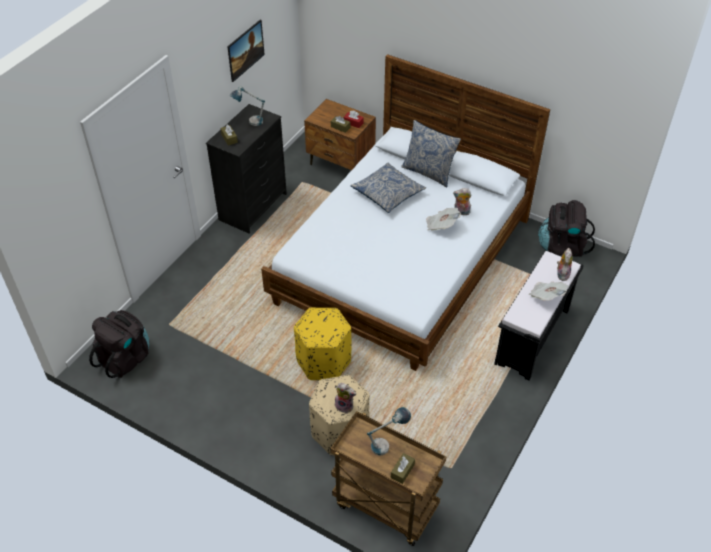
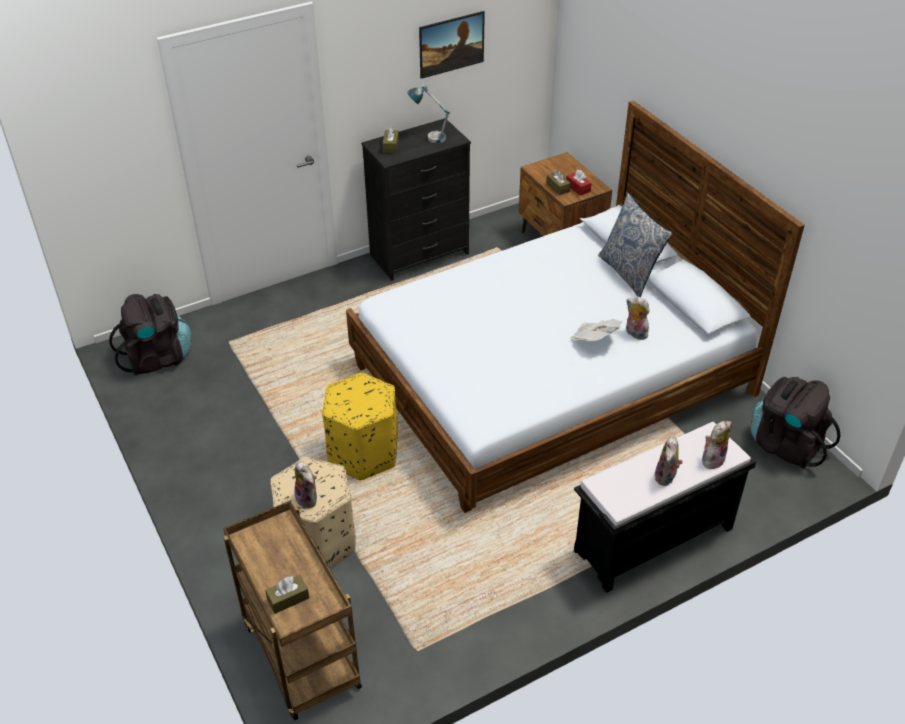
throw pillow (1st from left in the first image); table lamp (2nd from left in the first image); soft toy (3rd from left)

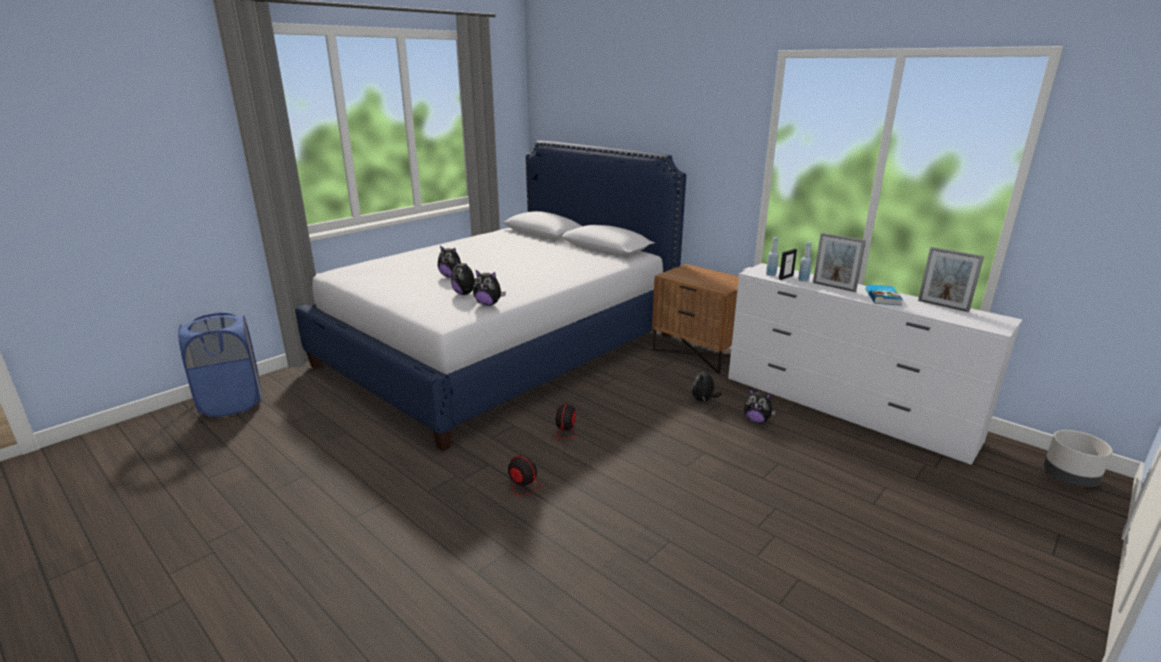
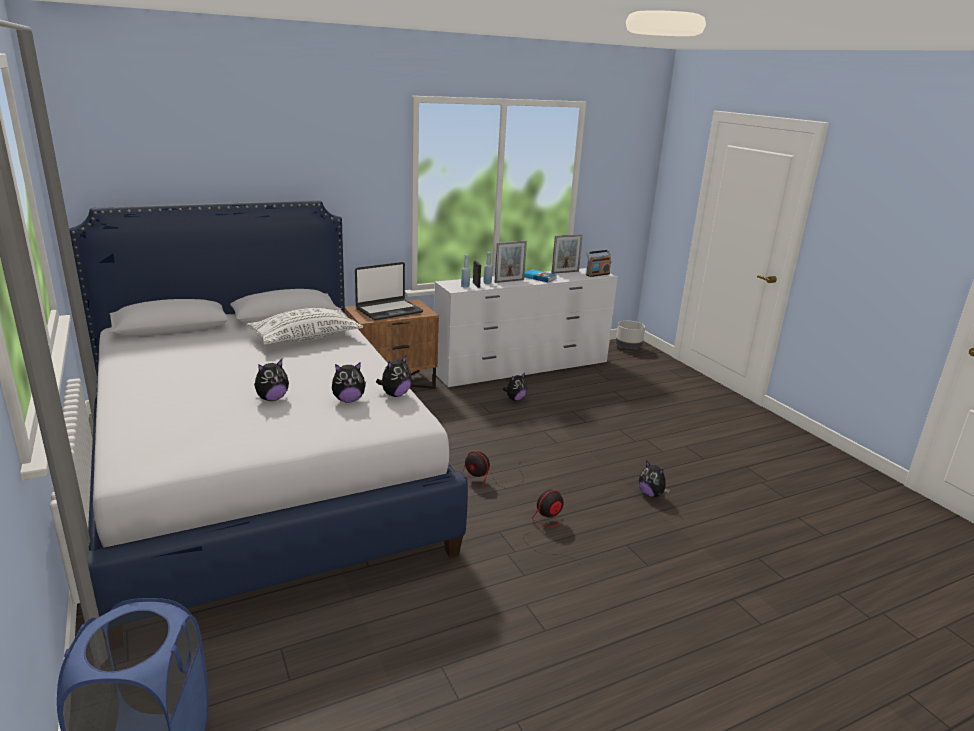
soft toy (5th from left); throw pillow/whitish; laptop; radio set

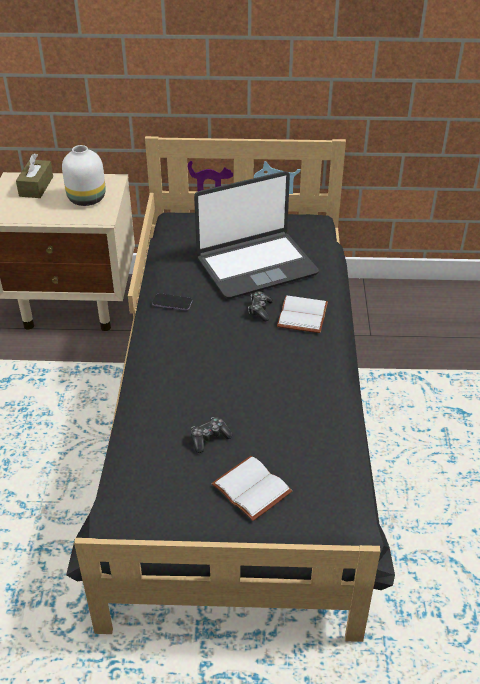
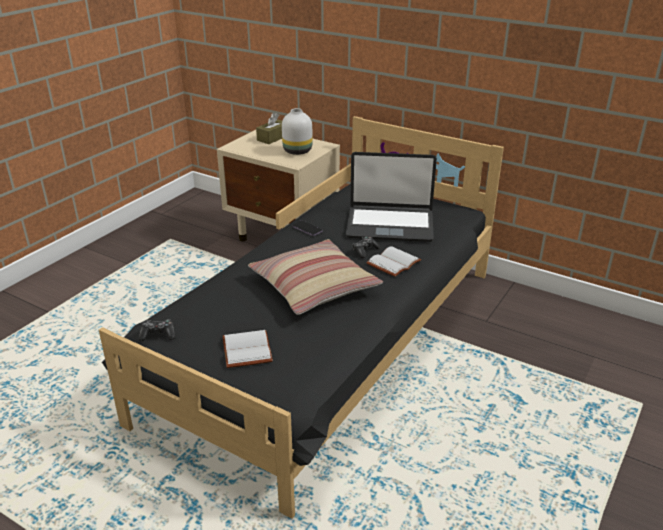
joypad (1st from left); throw pillow

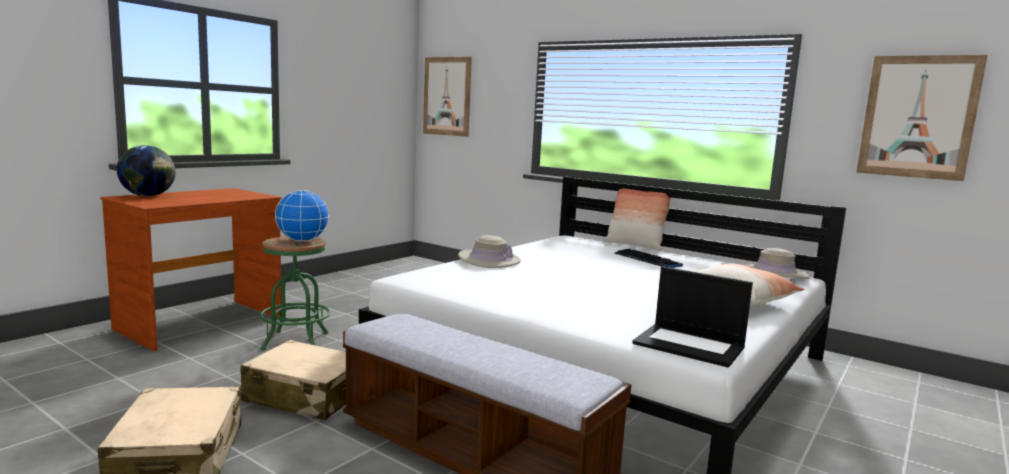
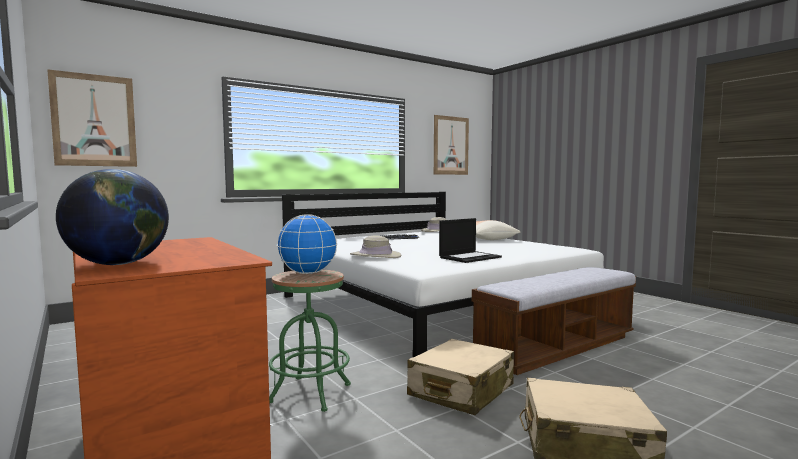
throw pillow (1st from left in the first image); laptop

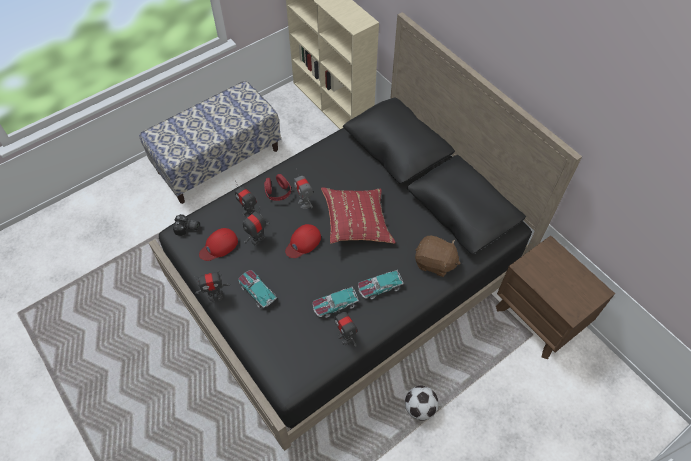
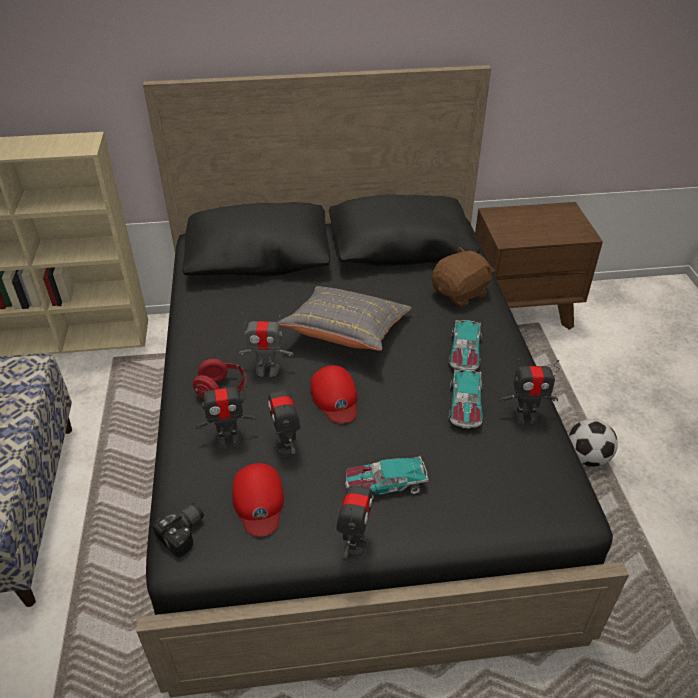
throw pillow/gray

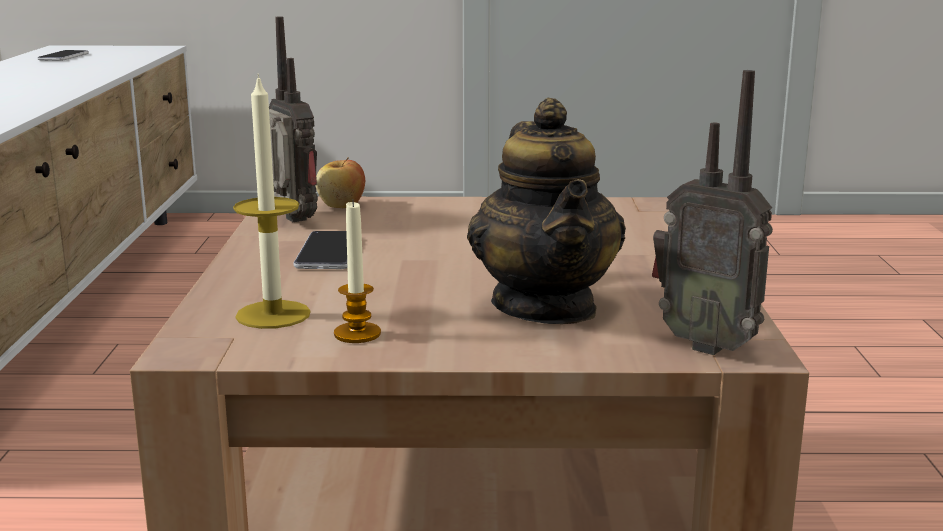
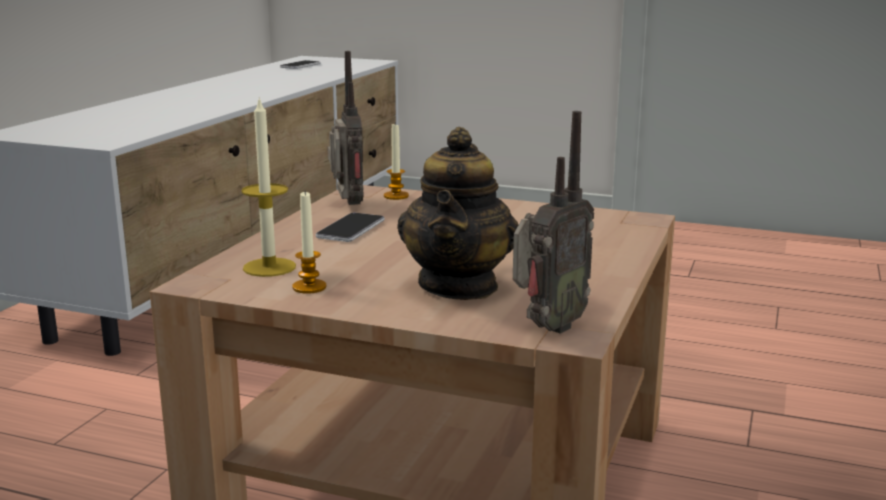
wax light (3rd from left); radio set (2nd from left)

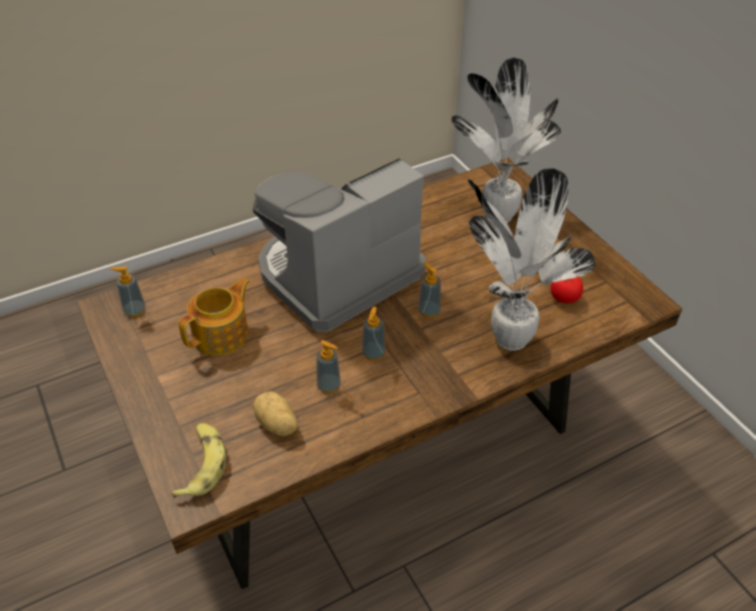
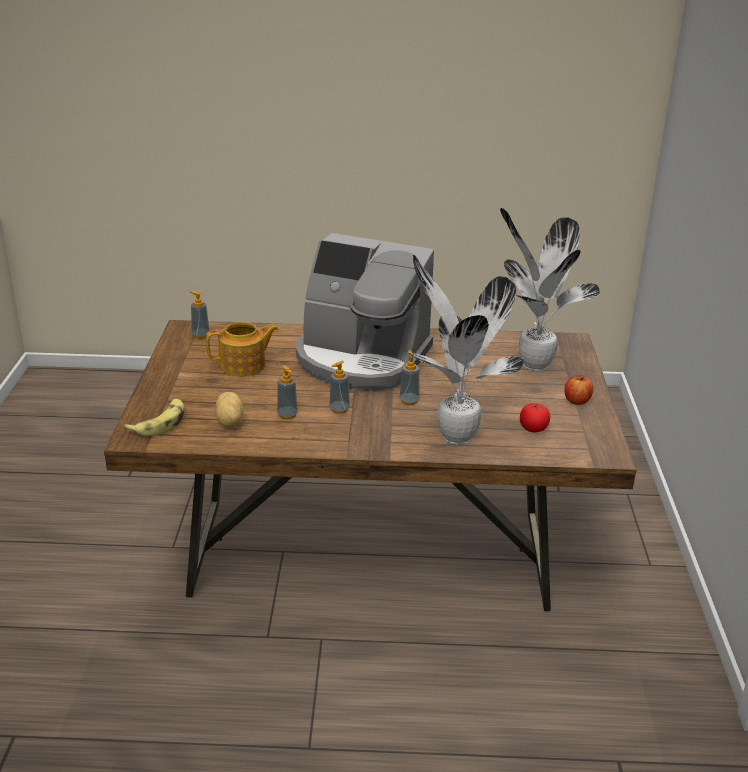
coffee maker; apple

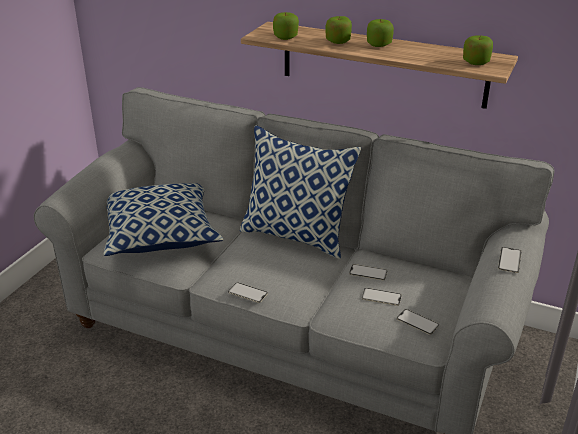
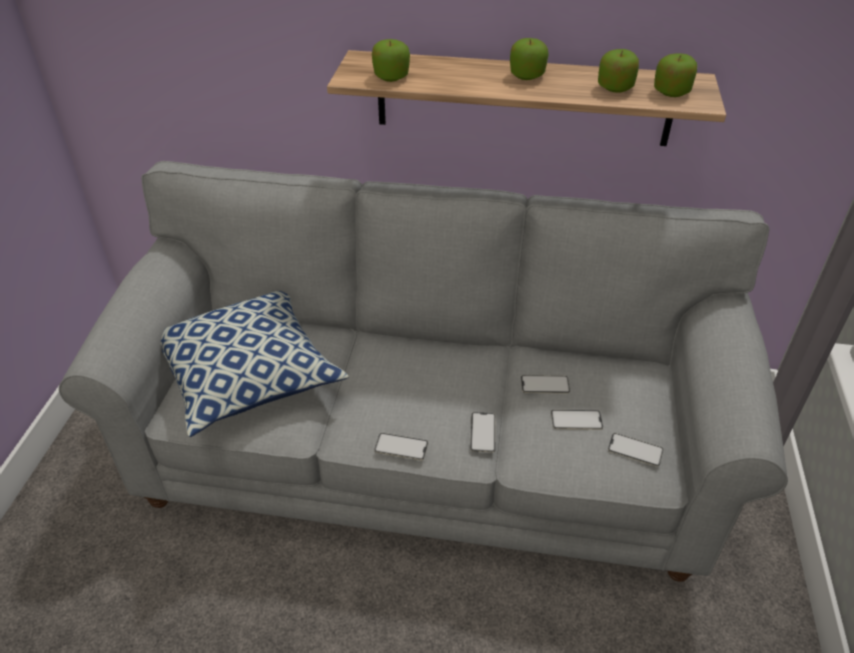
throw pillow (2nd from left in the first image); apple (3rd from left); phone (2nd from left)

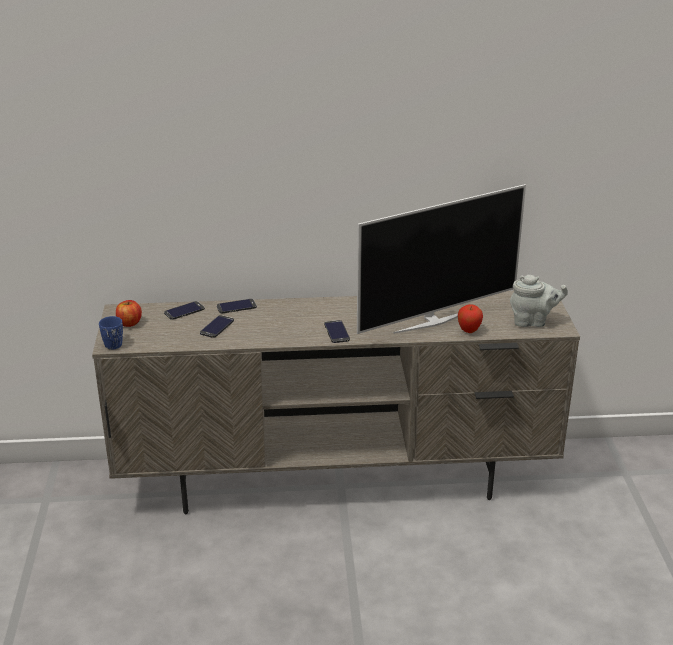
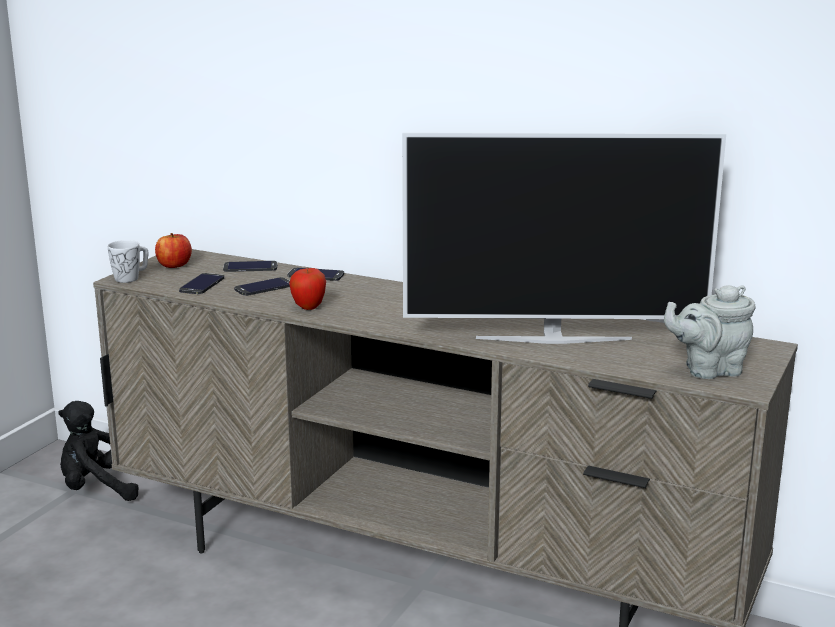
tea mug/whitish; phone (1st from left); apple (2nd from left); pot for tea/gray; soft toy/black

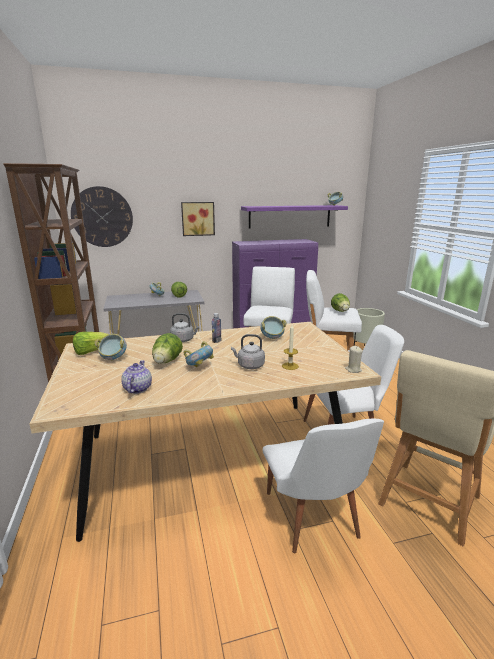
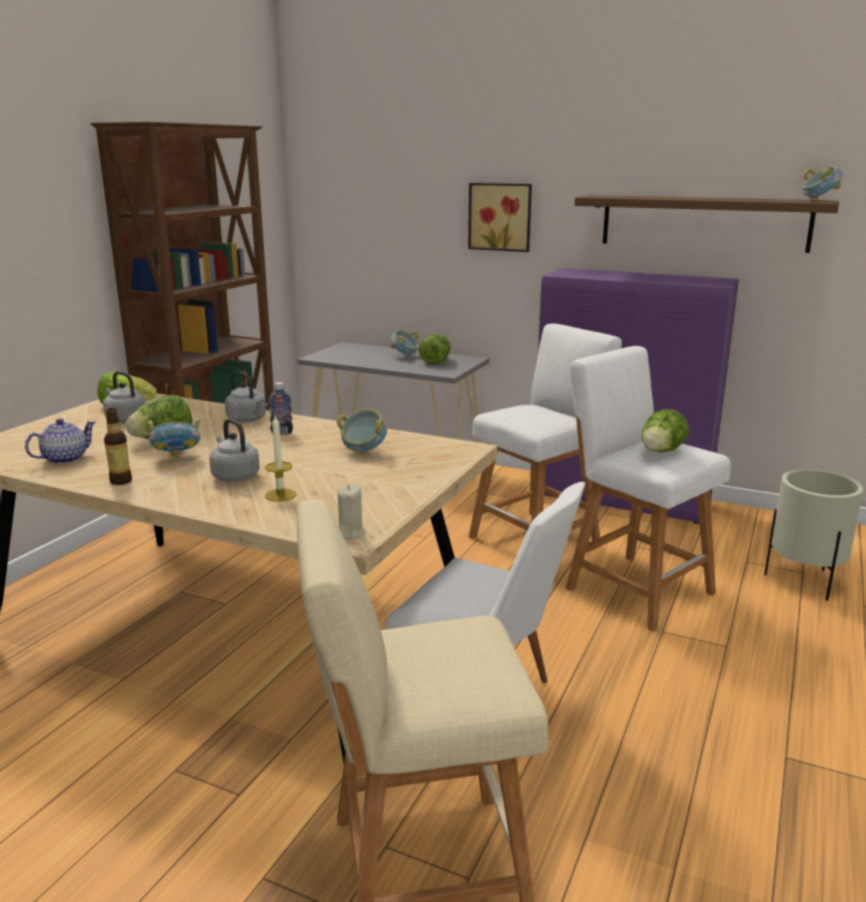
wall clock; tea kettle/gray (1st from left); shelf/brown; chair/whitish (1st from left in the first image); bottle (1st from left)

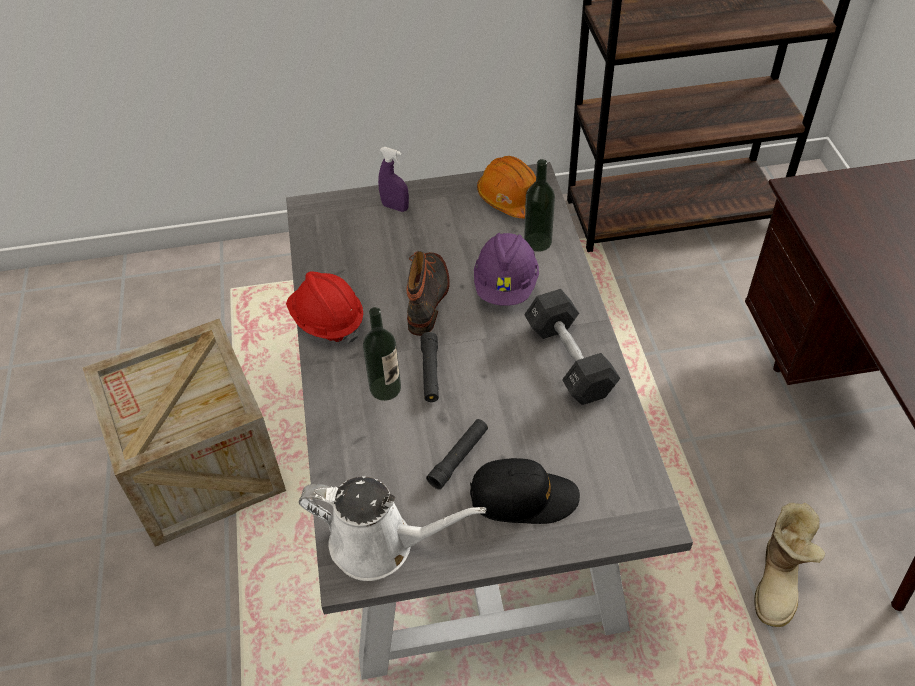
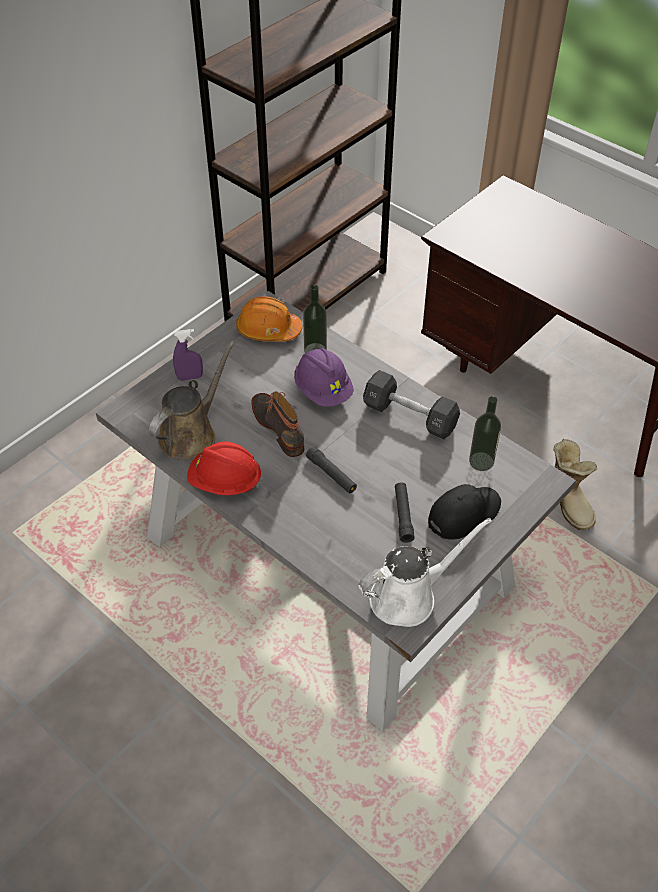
shipping crate; bottle (2nd from left); watering can/brown

